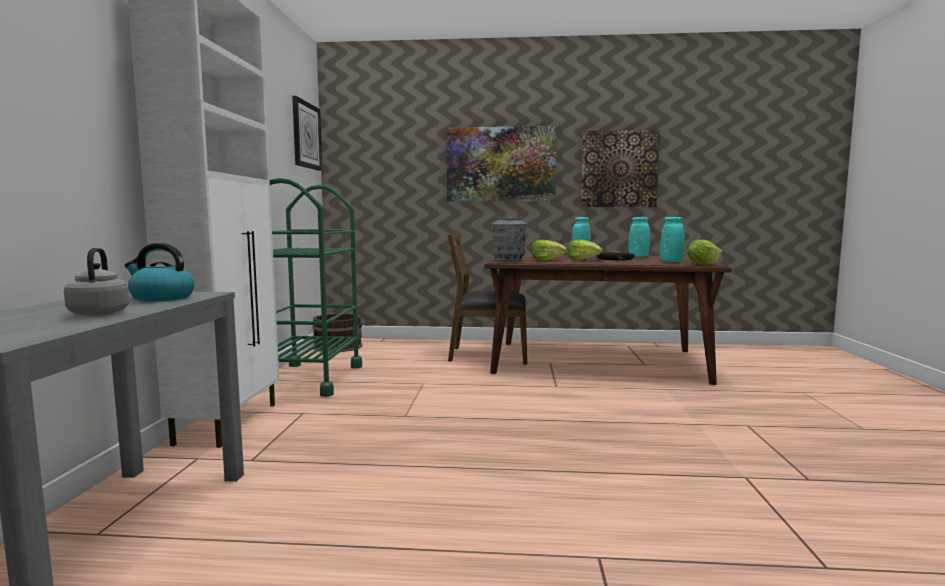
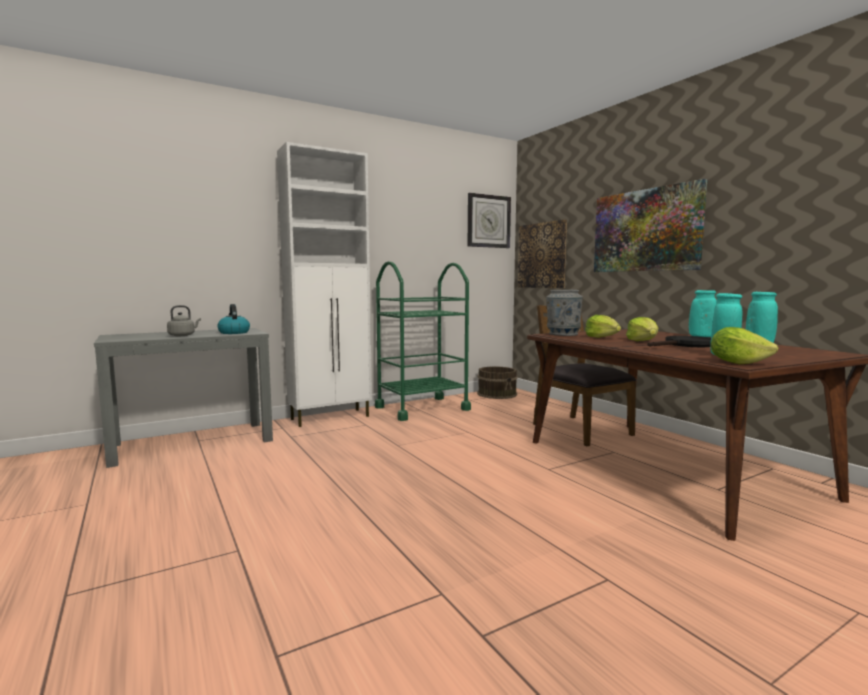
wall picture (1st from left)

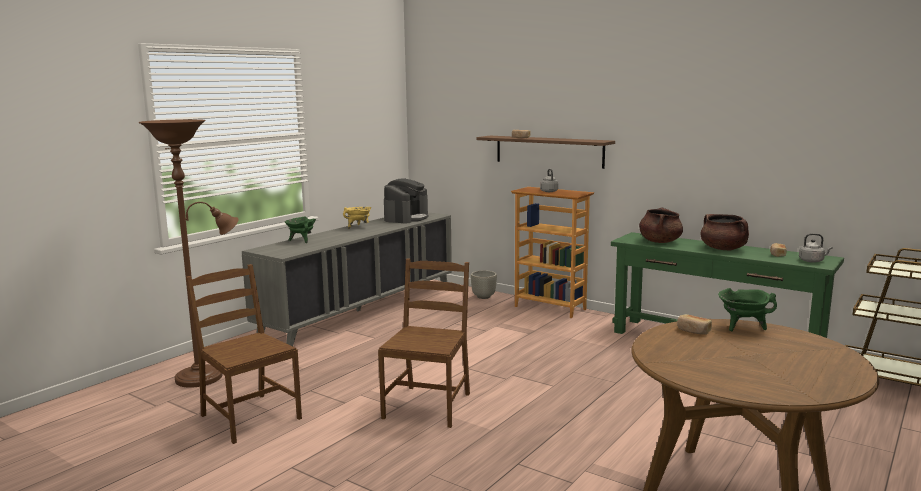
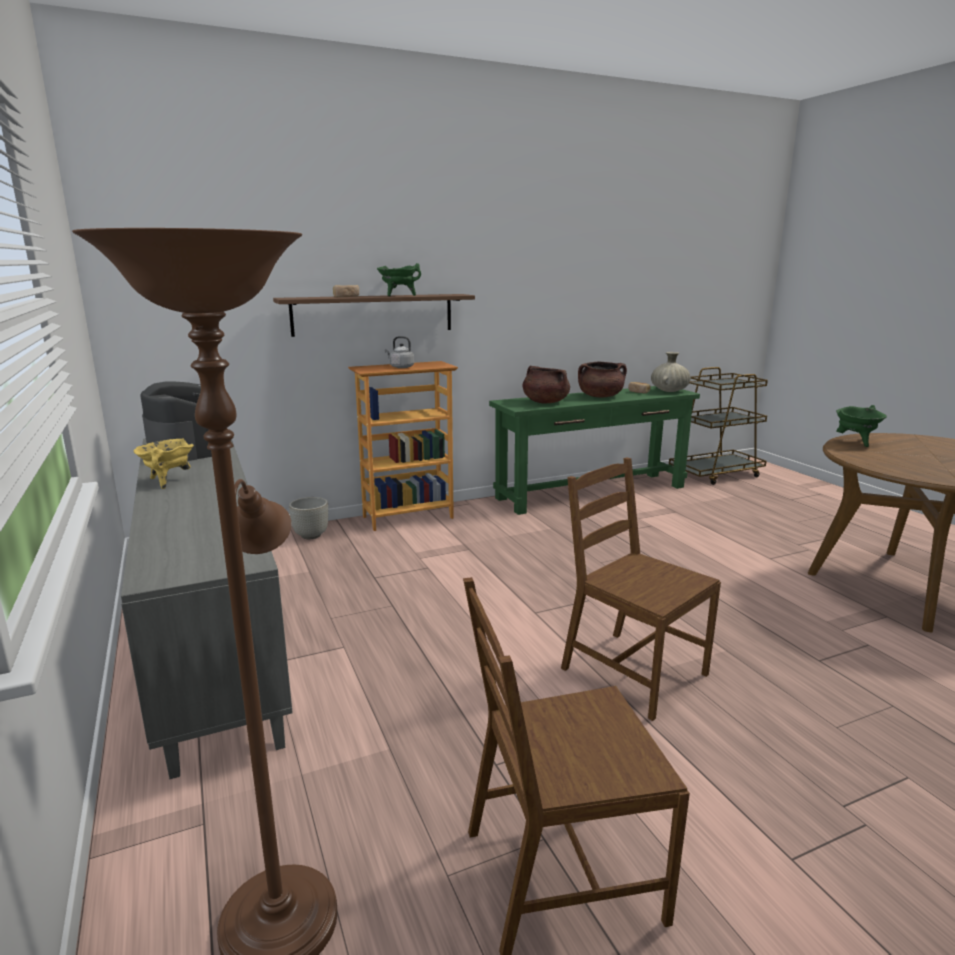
cooking pot/green-coloured (1st from left); bread (2nd from left in the first image); vase/sand-coloured

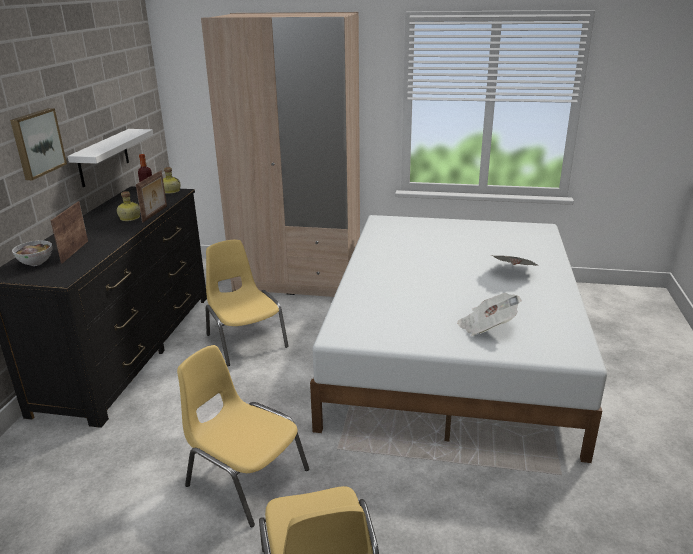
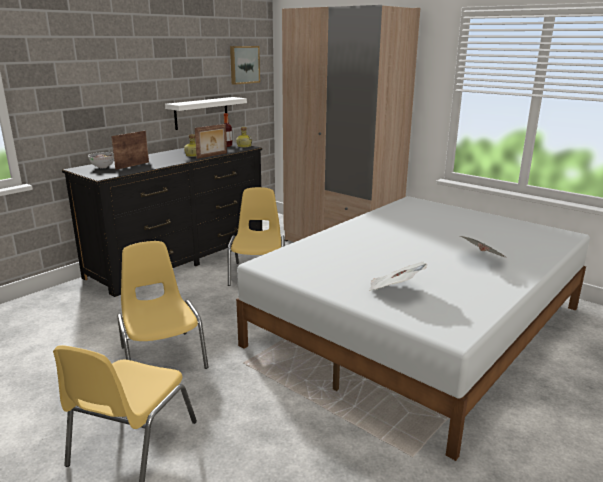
wall picture

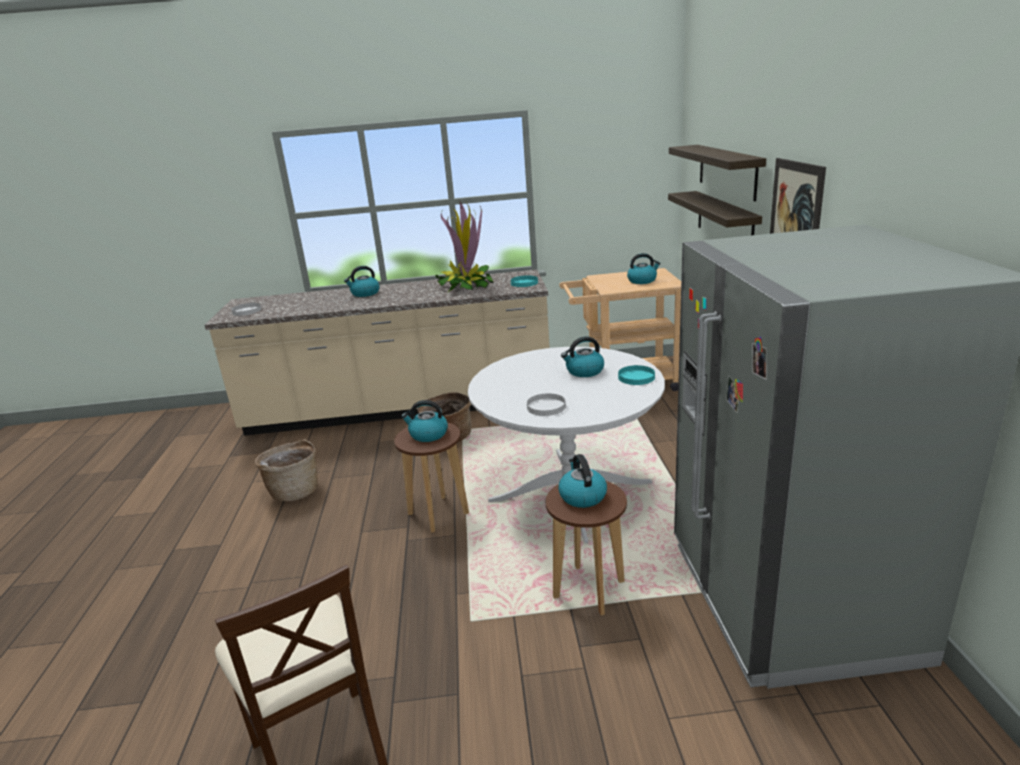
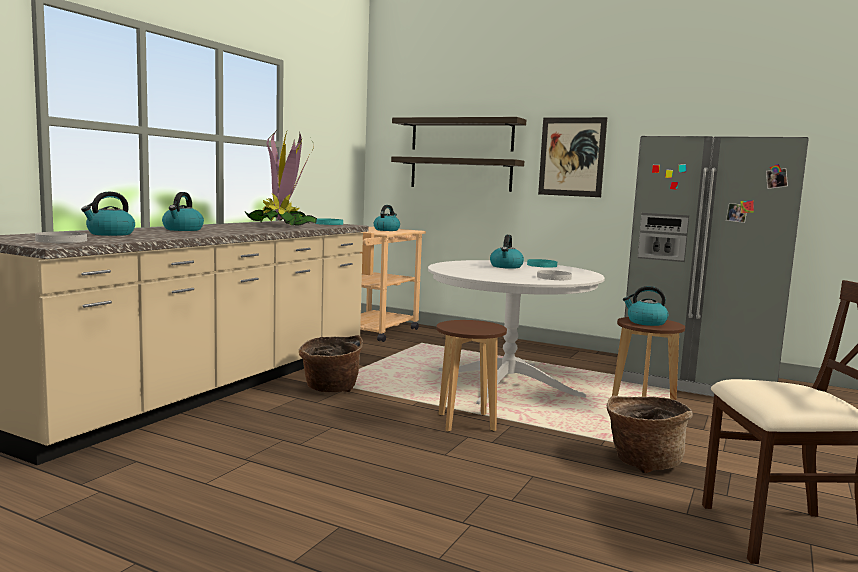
household basket (2nd from left); tea kettle (1st from left)

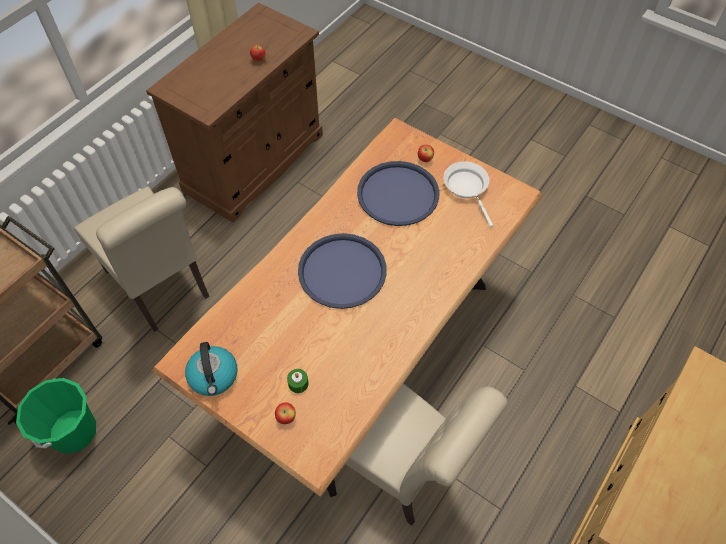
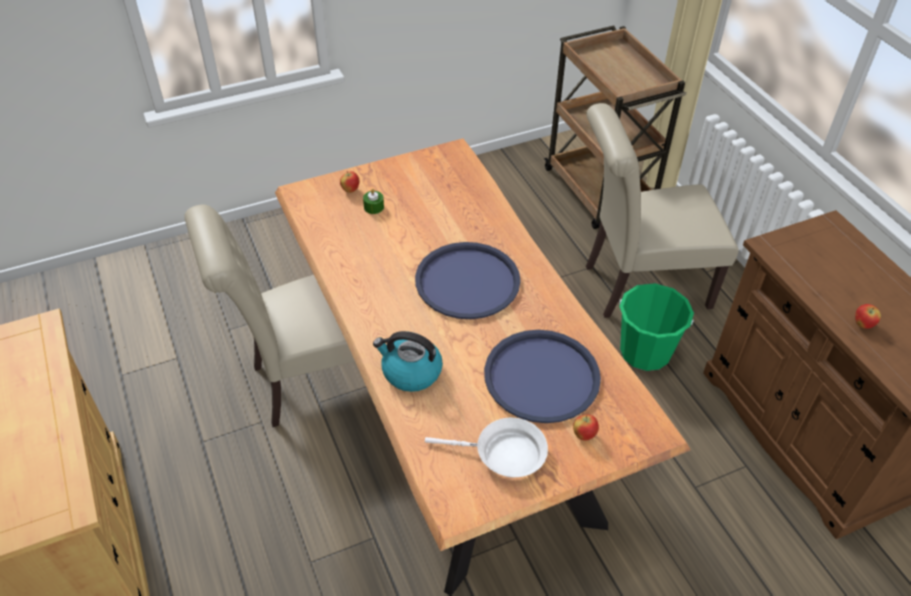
water bucket/green-coloured; tea kettle

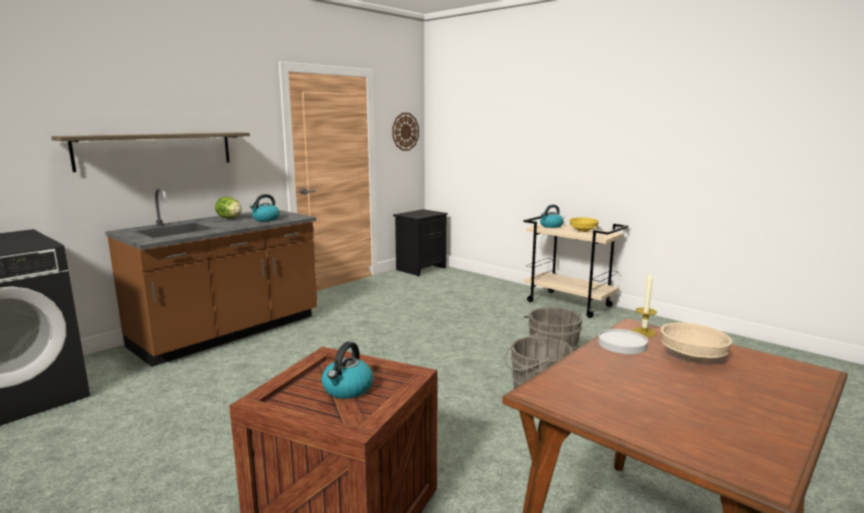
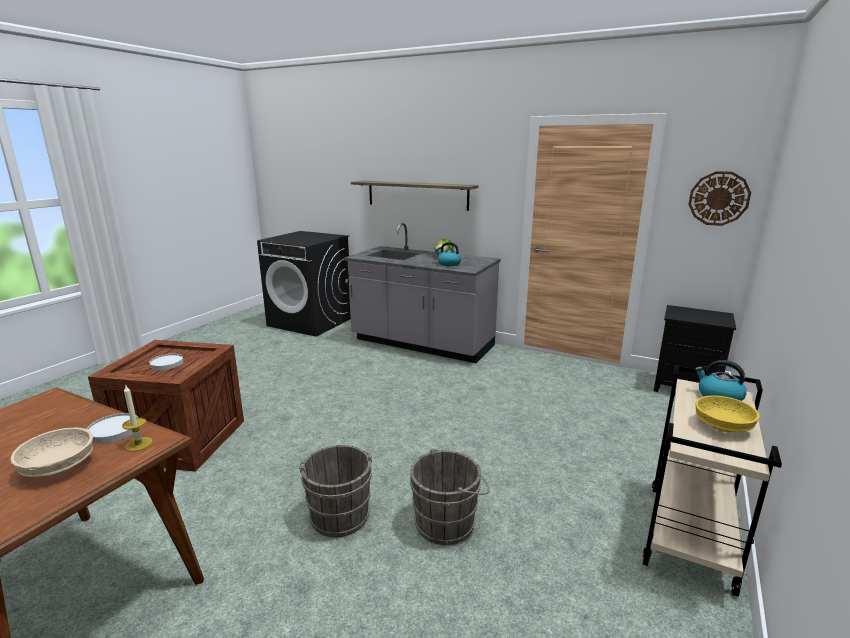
kitchen counter/gray; dinner plate/whitish (2nd from left)

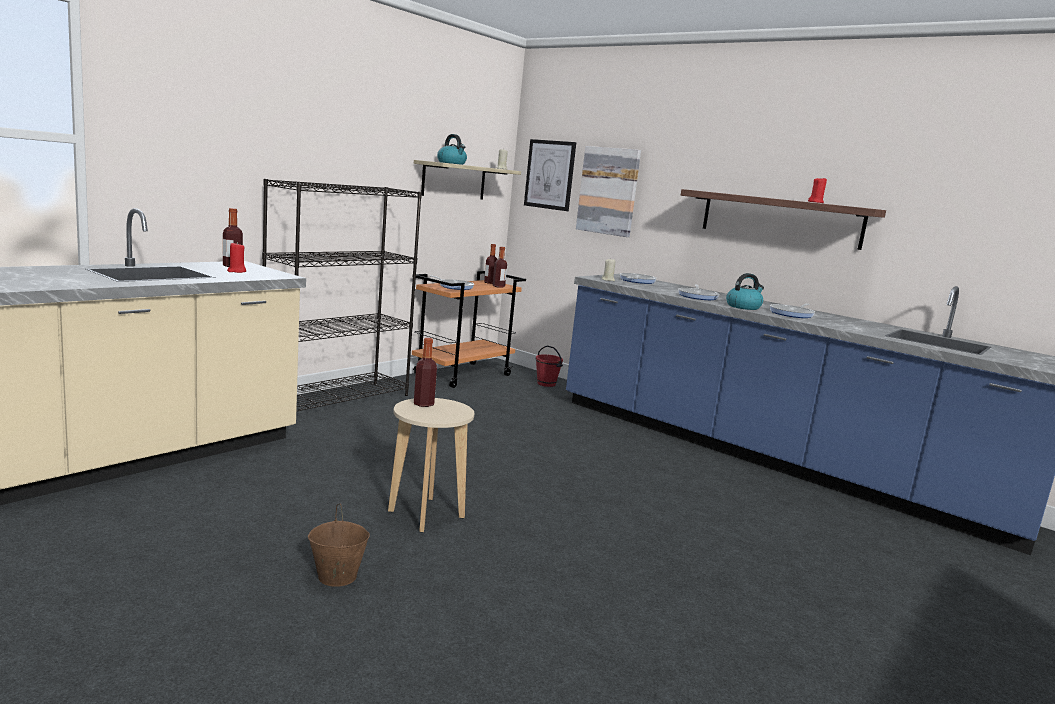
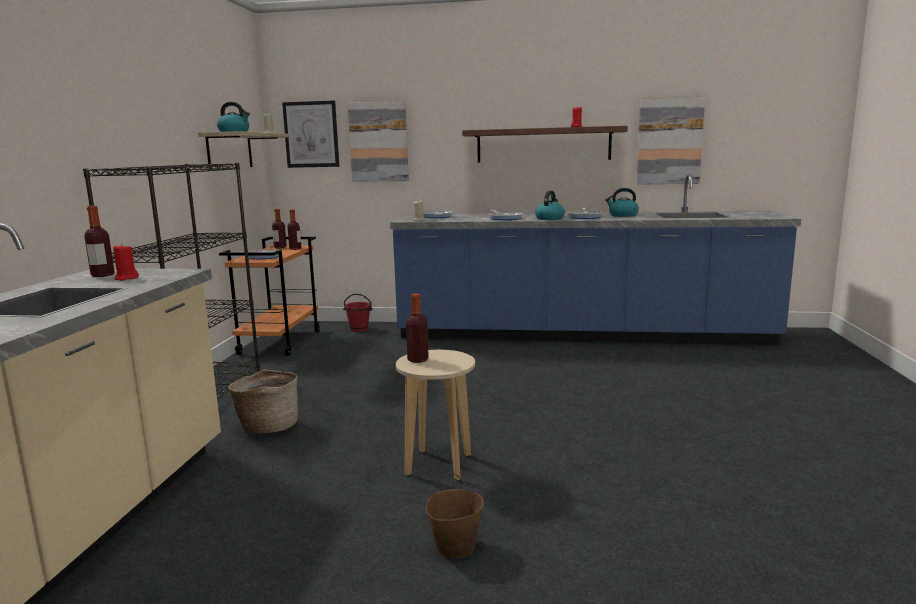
household basket; tea kettle (3rd from left); wall picture (3rd from left)

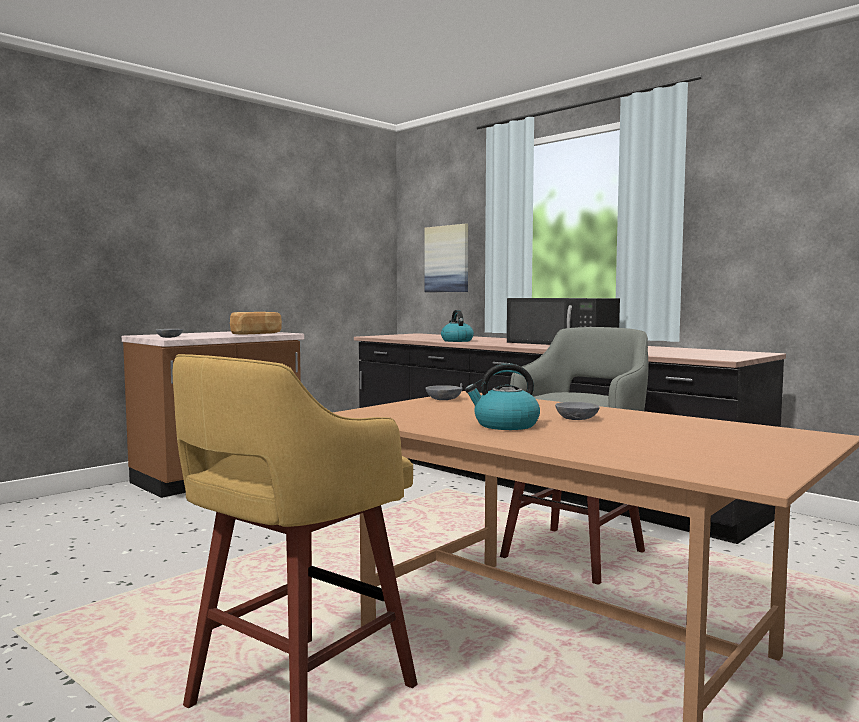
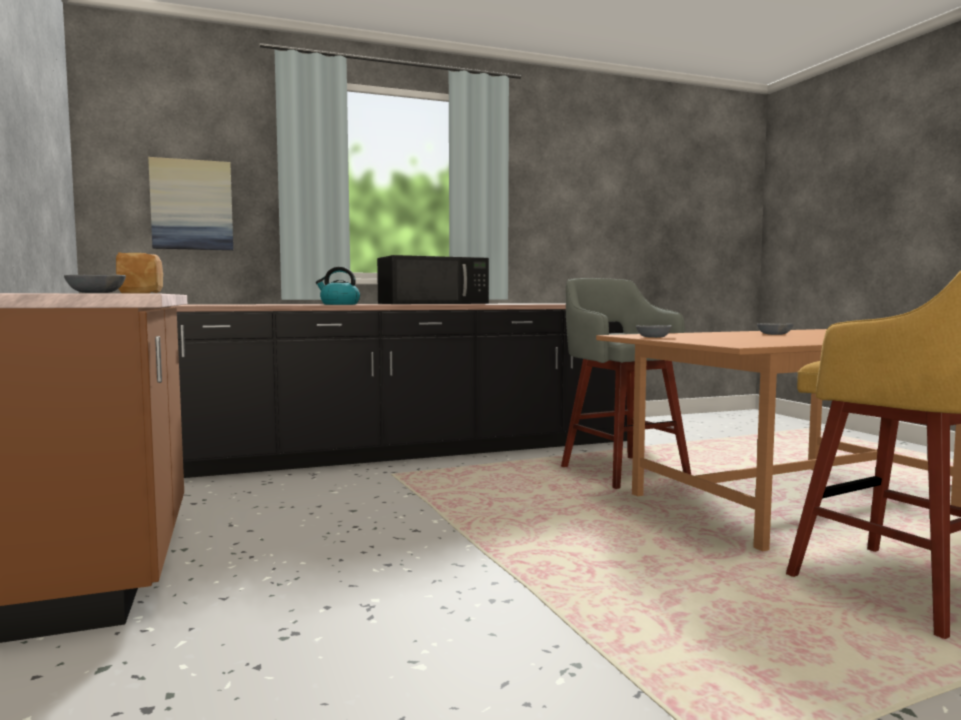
tea kettle (2nd from left in the first image)

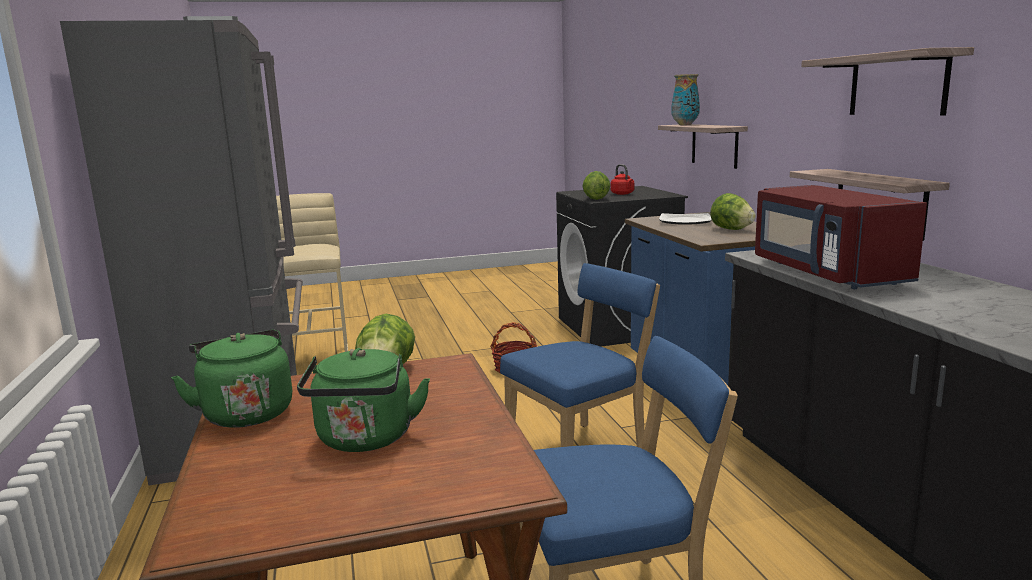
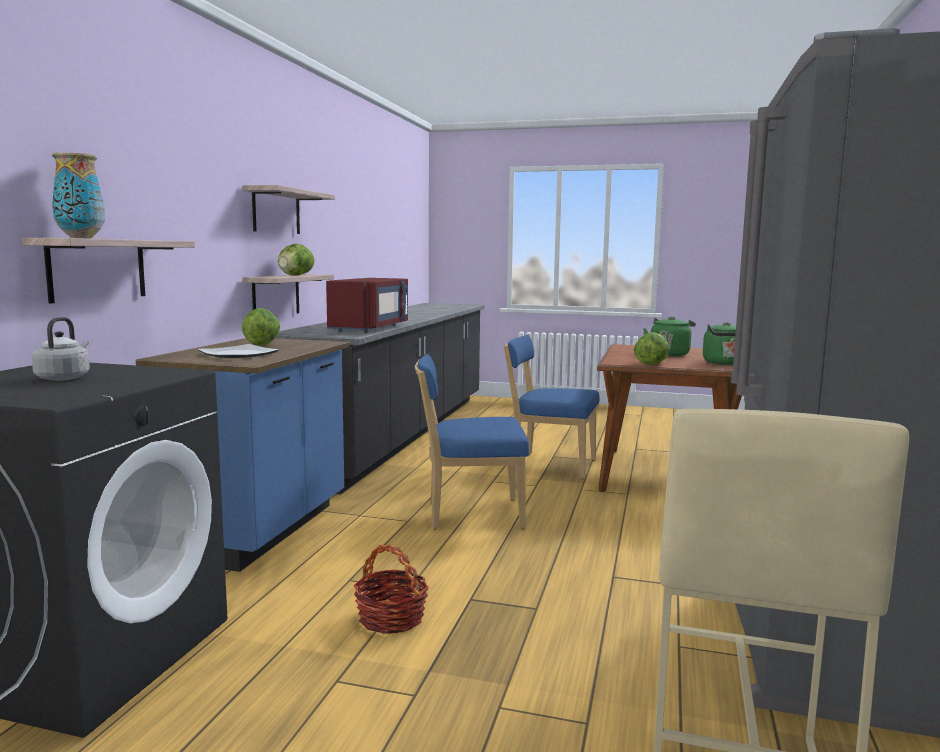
lettuce head (2nd from left); tea kettle/gray

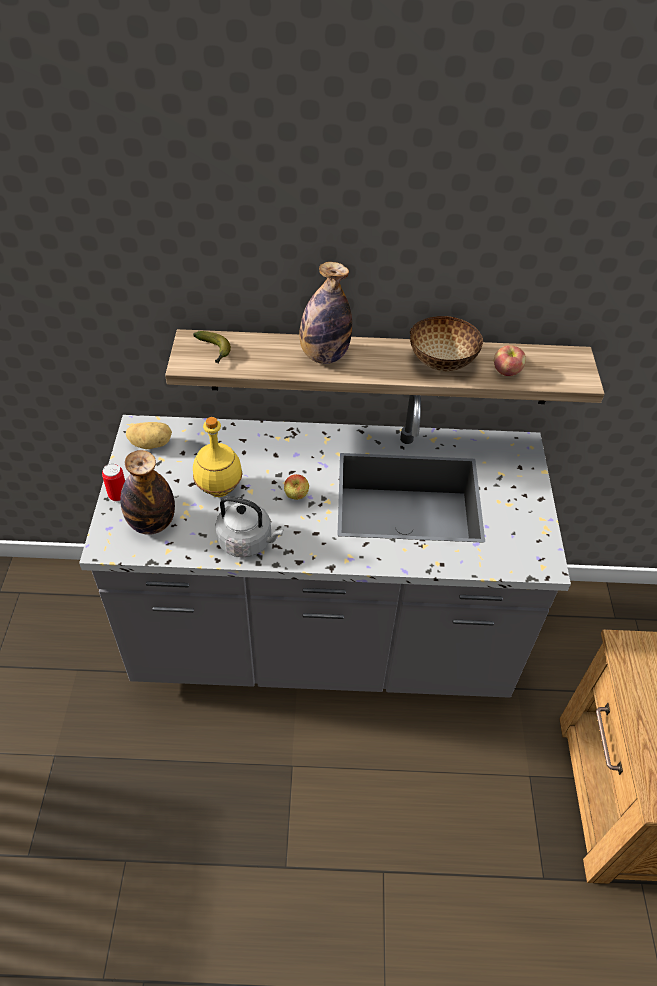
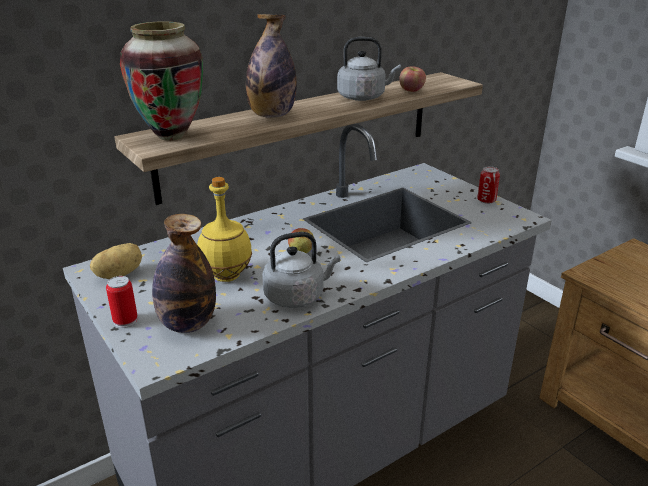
vase; tea kettle/gray (2nd from left); metal can (2nd from left)

